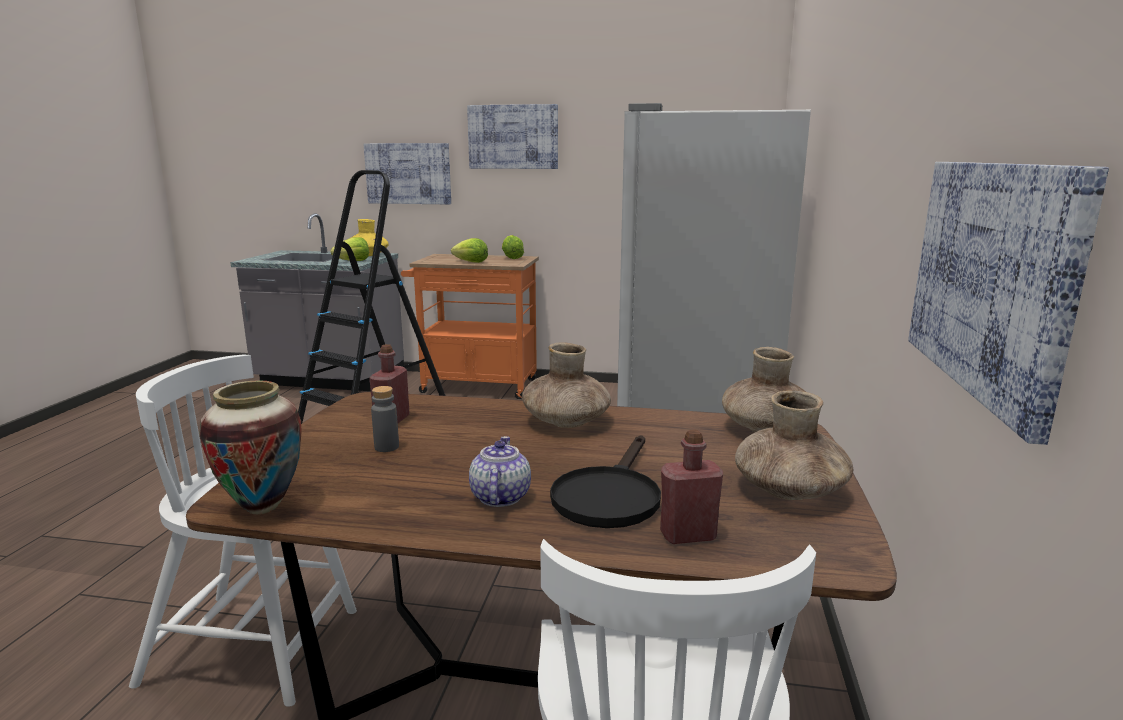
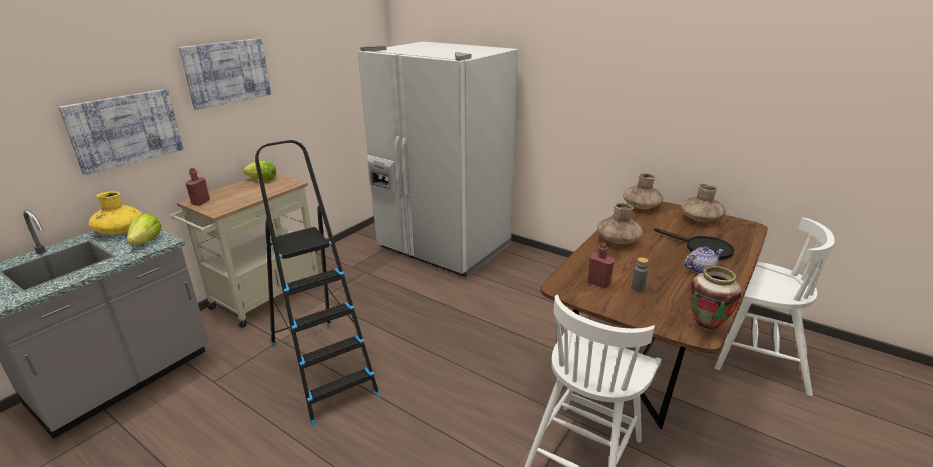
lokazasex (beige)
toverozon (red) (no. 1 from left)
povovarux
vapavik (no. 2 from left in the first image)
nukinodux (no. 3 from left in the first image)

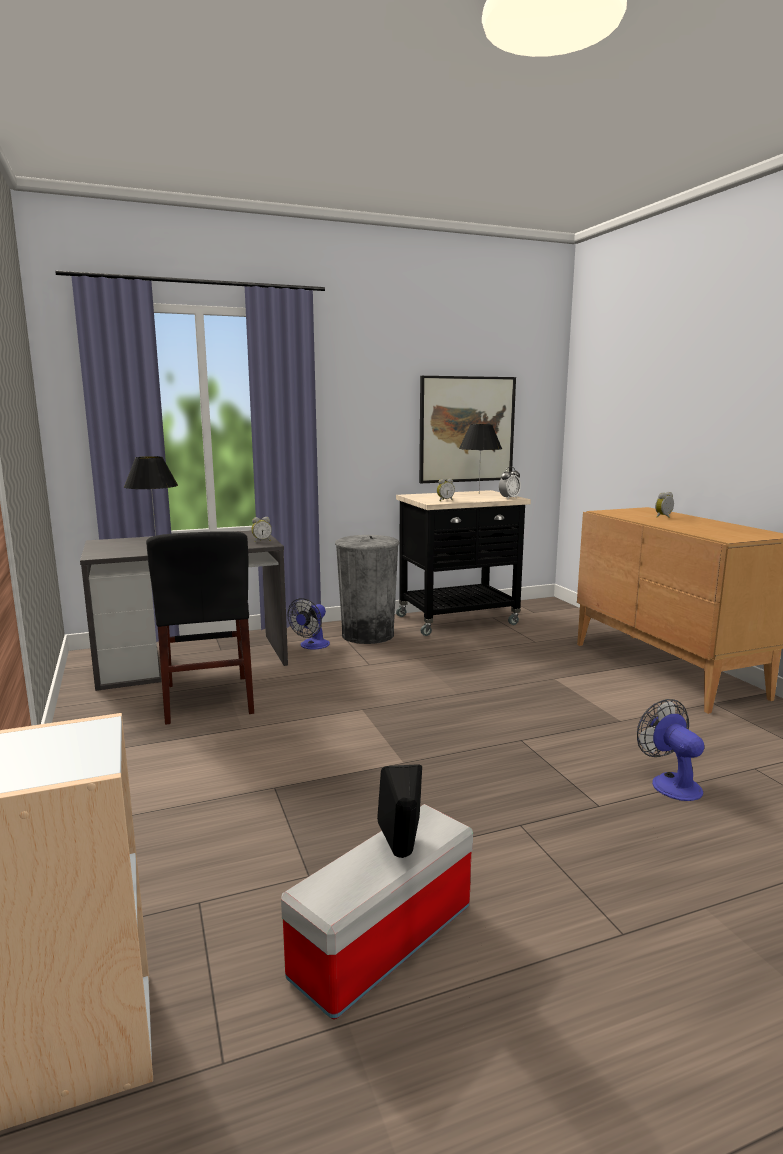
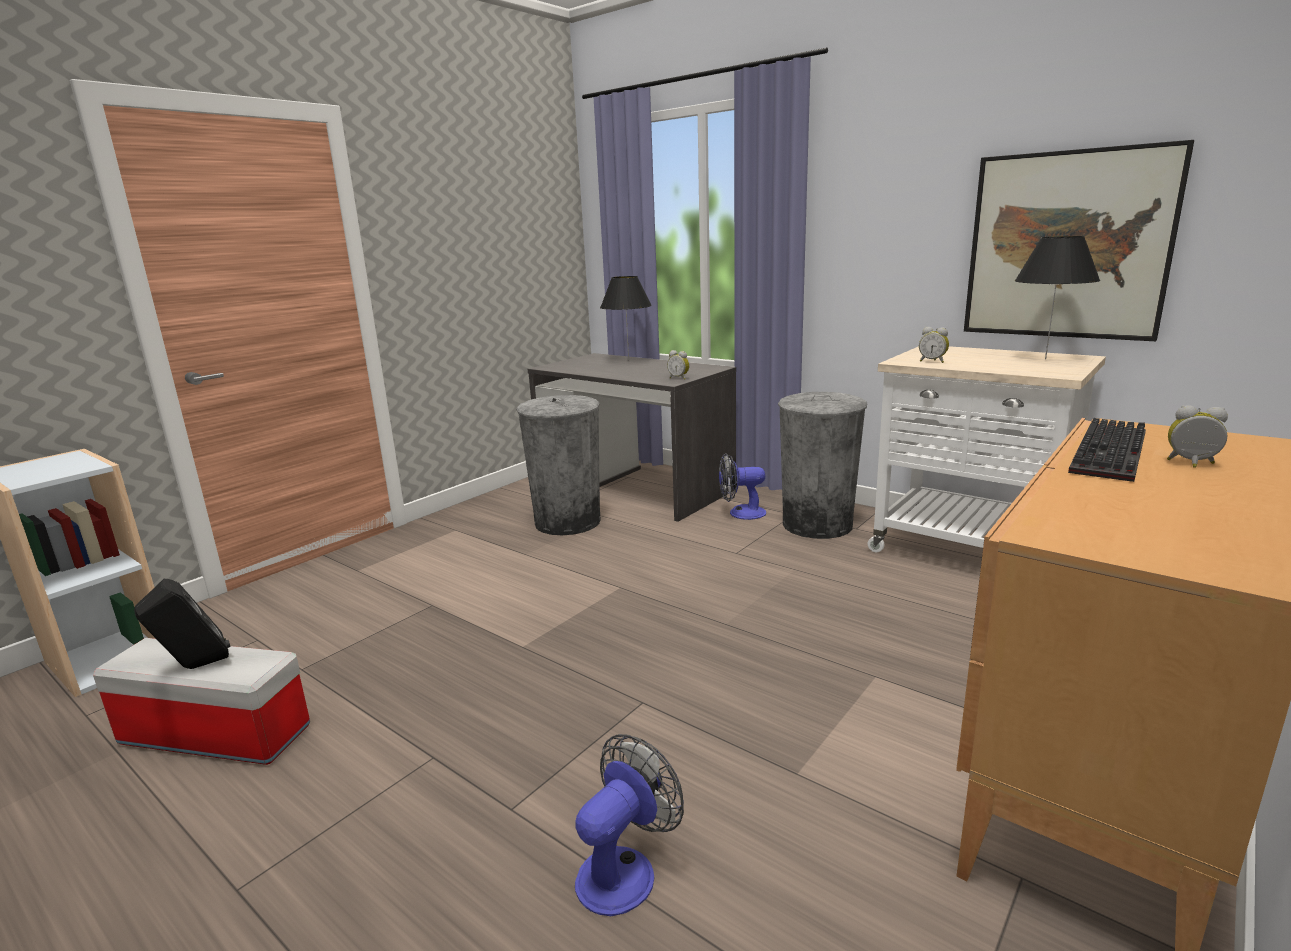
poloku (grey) (no. 1 from left)
lokazasex (white)
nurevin
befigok (no. 3 from left in the first image)

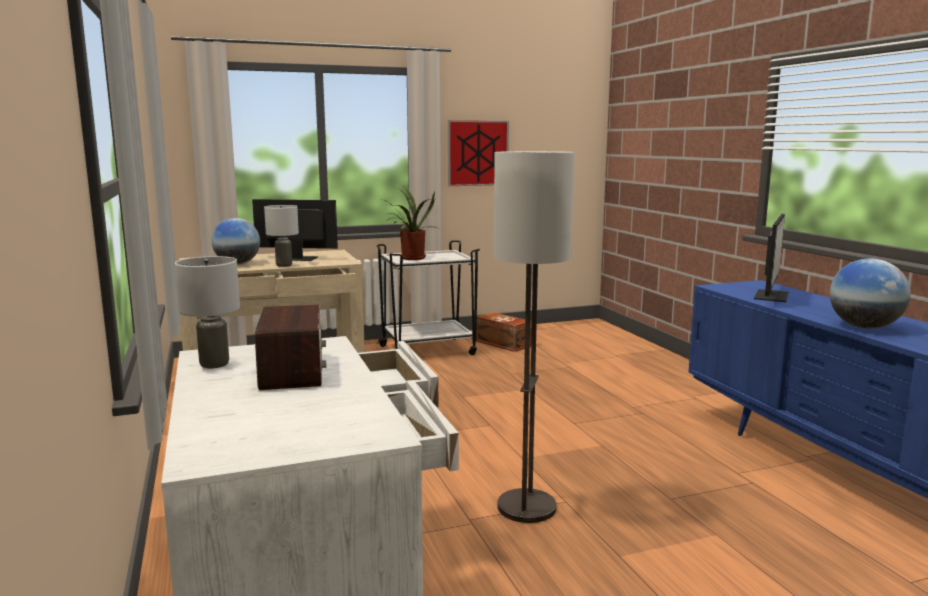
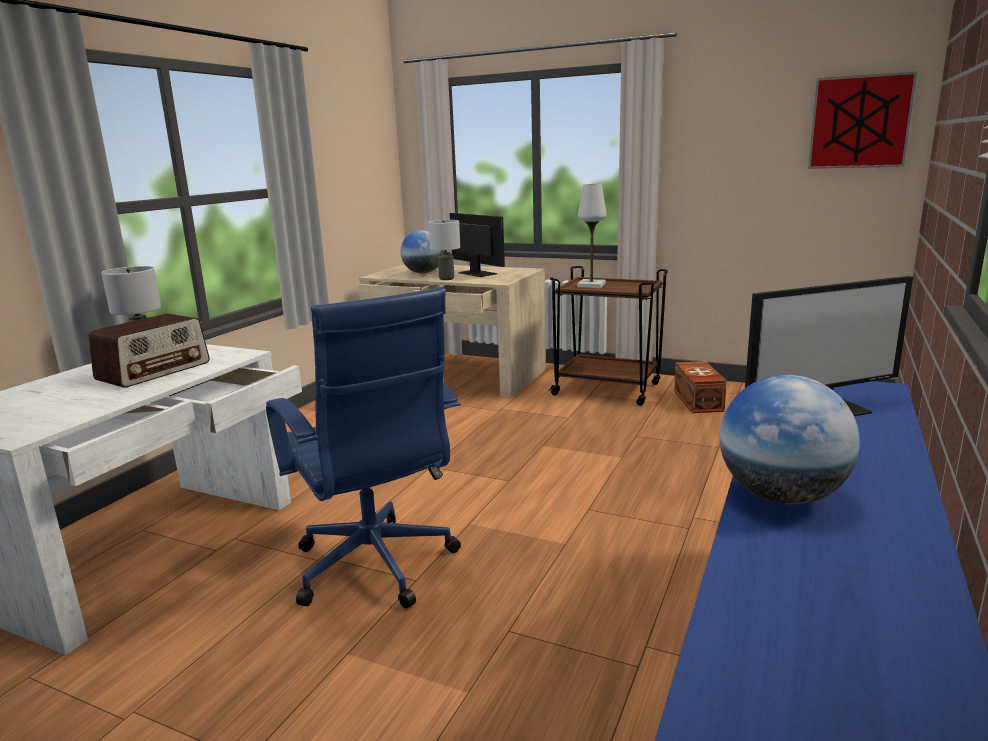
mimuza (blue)
lokazasex (brown)
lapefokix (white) (no. 3 from left)
nukinodux

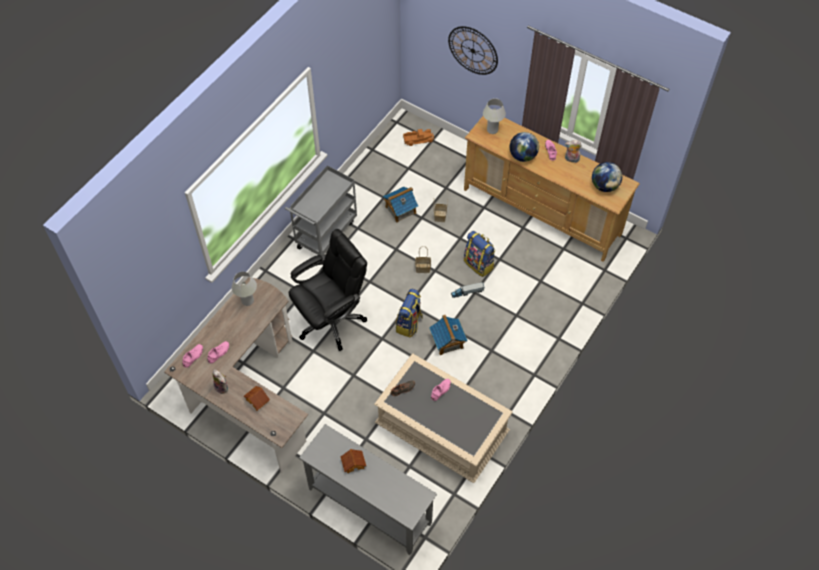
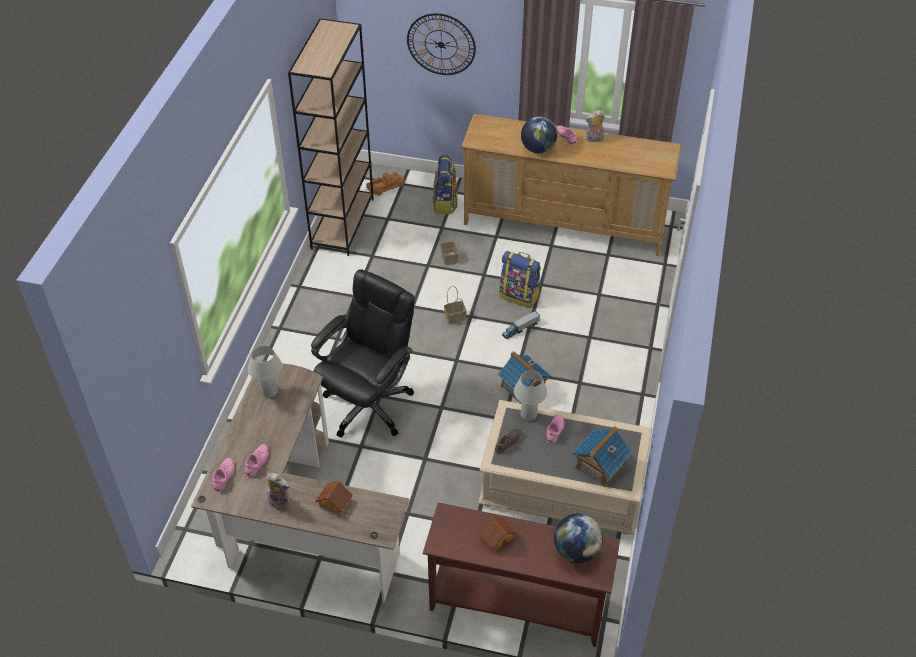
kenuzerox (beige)
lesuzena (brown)
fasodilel (no. 1 from left)
lapefokix (white) (no. 2 from left)
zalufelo (no. 2 from left)
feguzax (no. 4 from left)
lokazasex (grey)

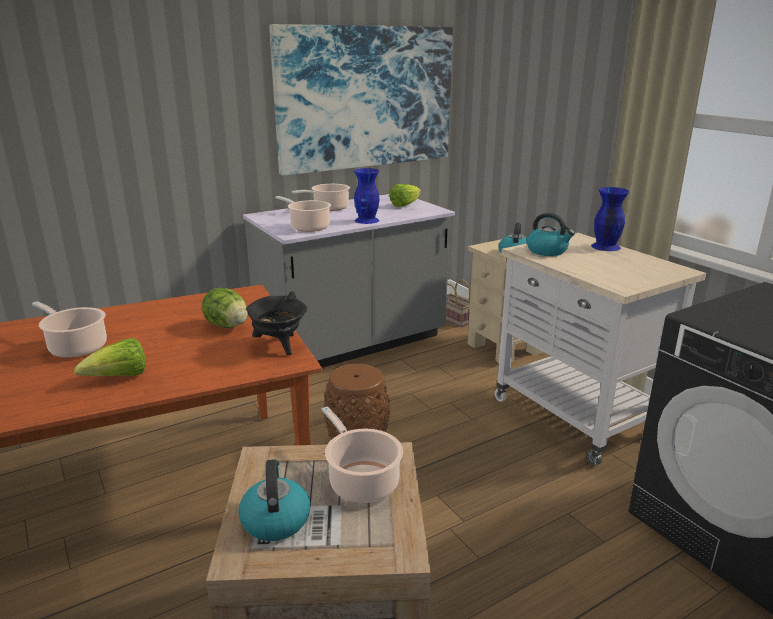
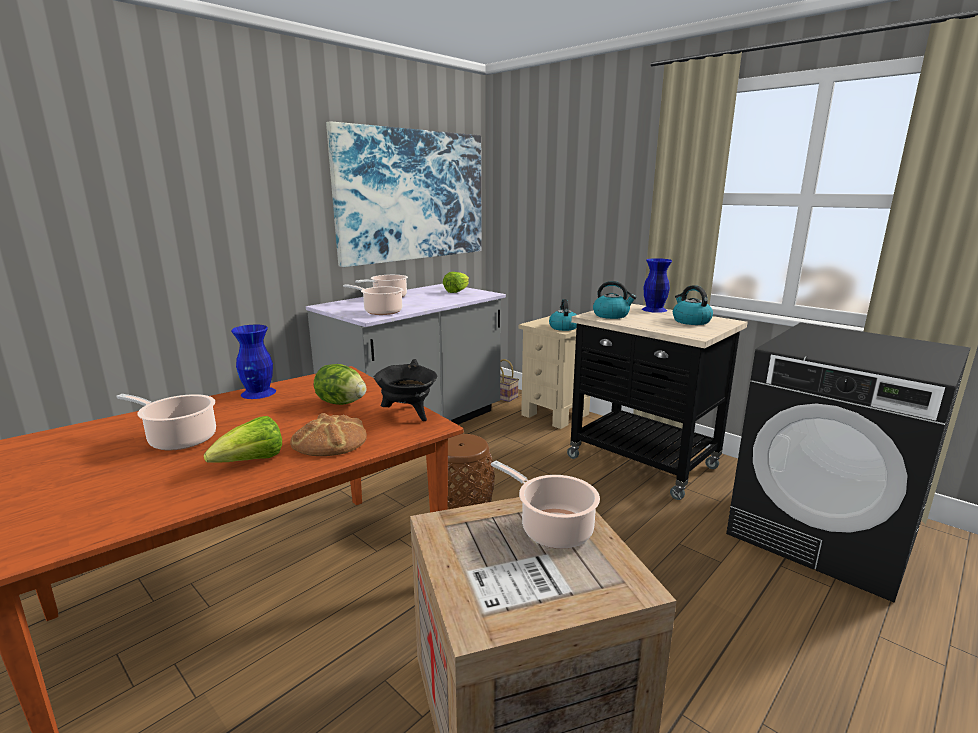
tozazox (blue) (no. 1 from left)
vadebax
lokazasex (black)
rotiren (no. 3 from left)

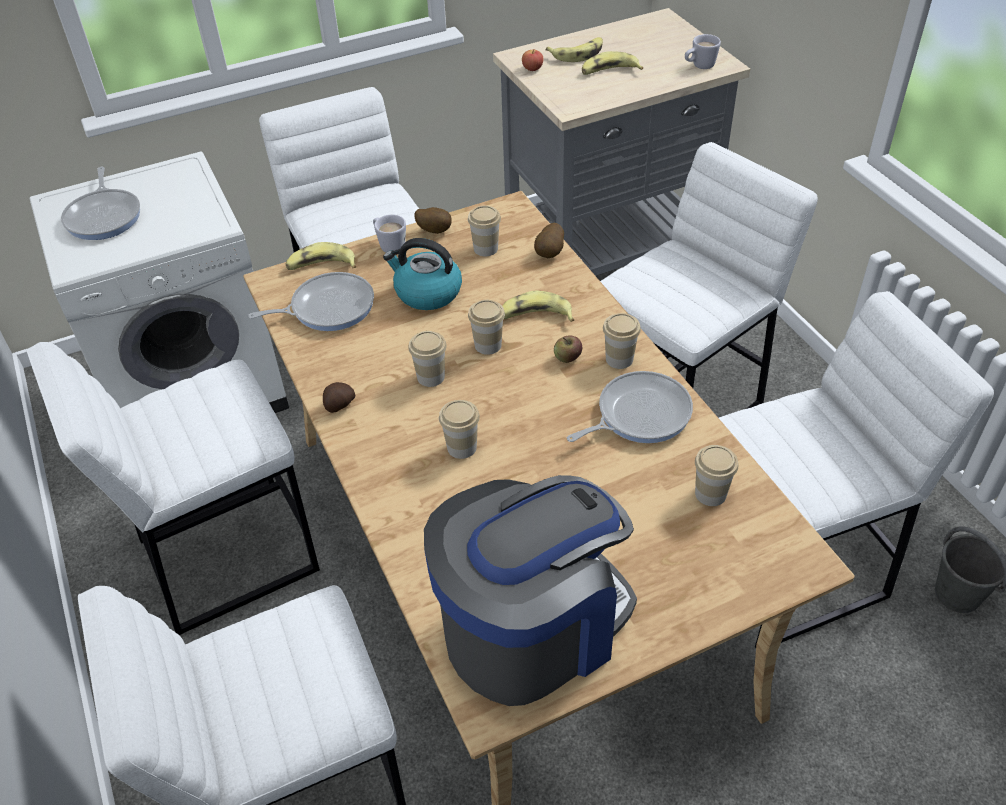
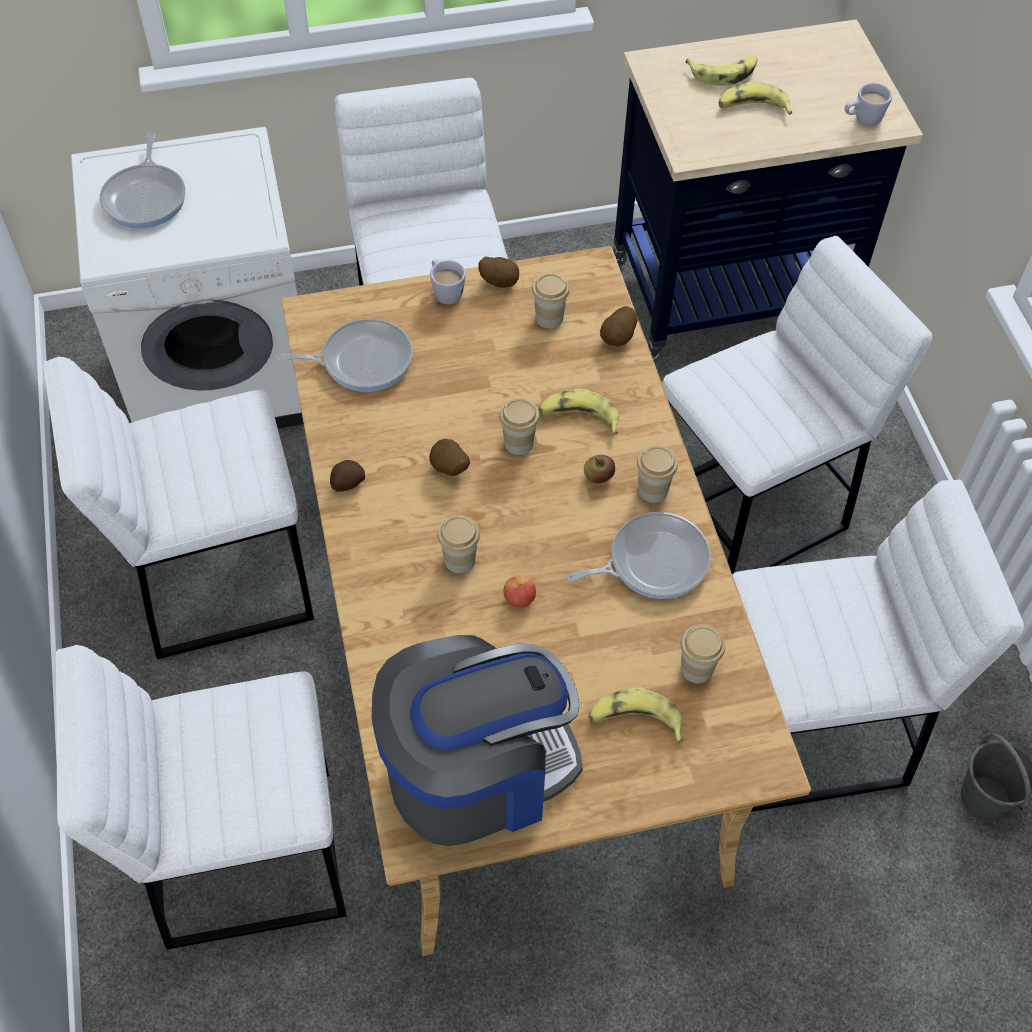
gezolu (no. 2 from left)
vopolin (no. 1 from left)
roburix (no. 2 from left)
lokazasex (blue)
rotiren

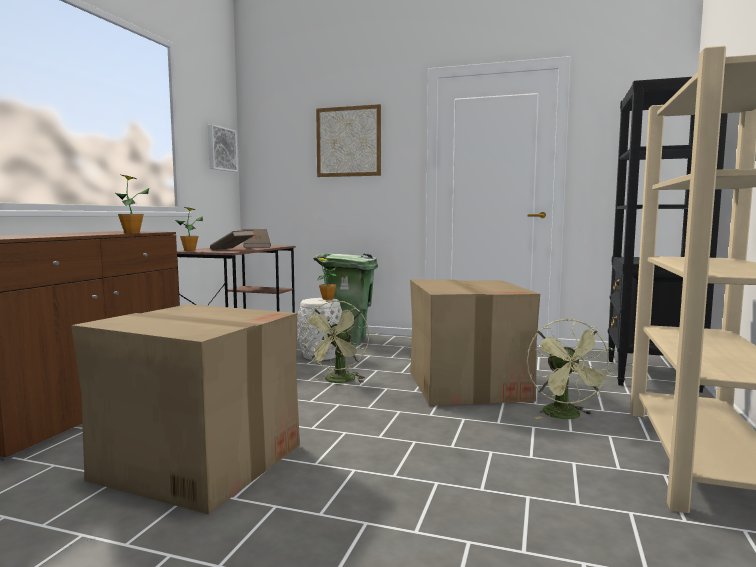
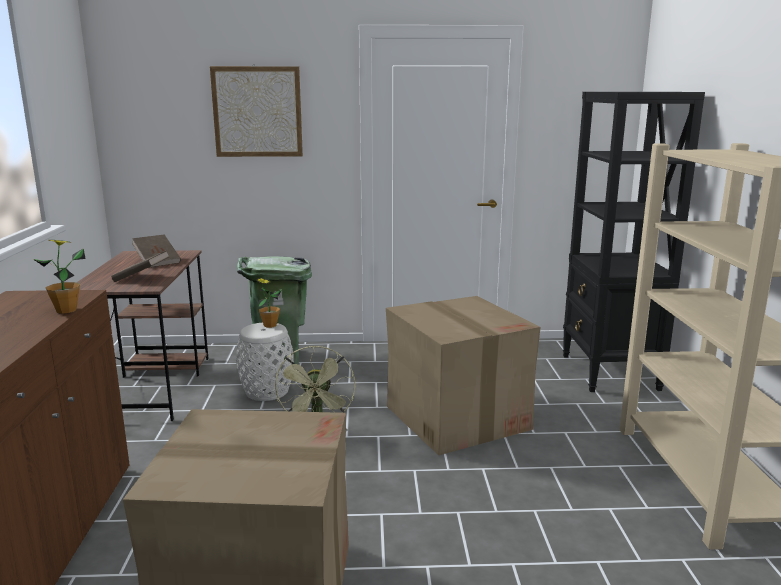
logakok (no. 2 from left in the first image)
nukinodux (no. 1 from left in the first image)
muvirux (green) (no. 2 from left in the first image)

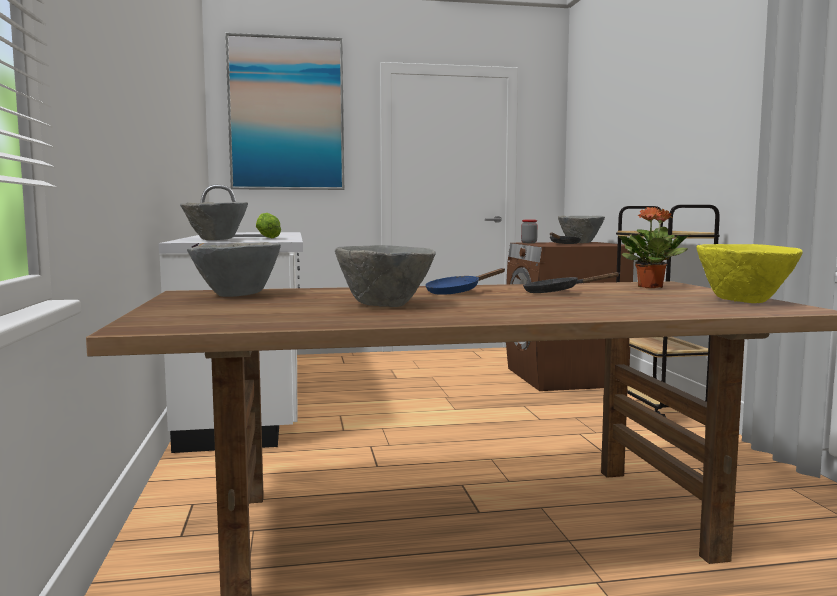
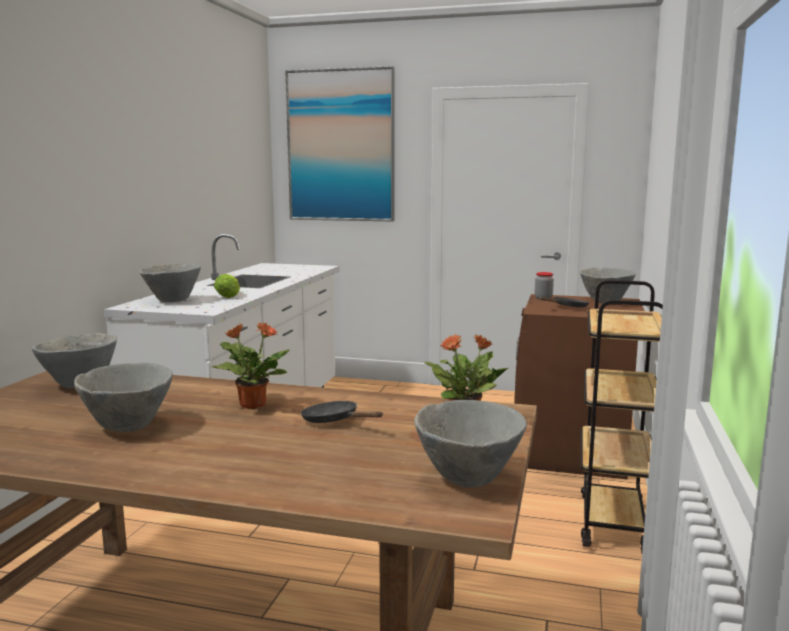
logakok (no. 1 from left)
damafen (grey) (no. 4 from left)

